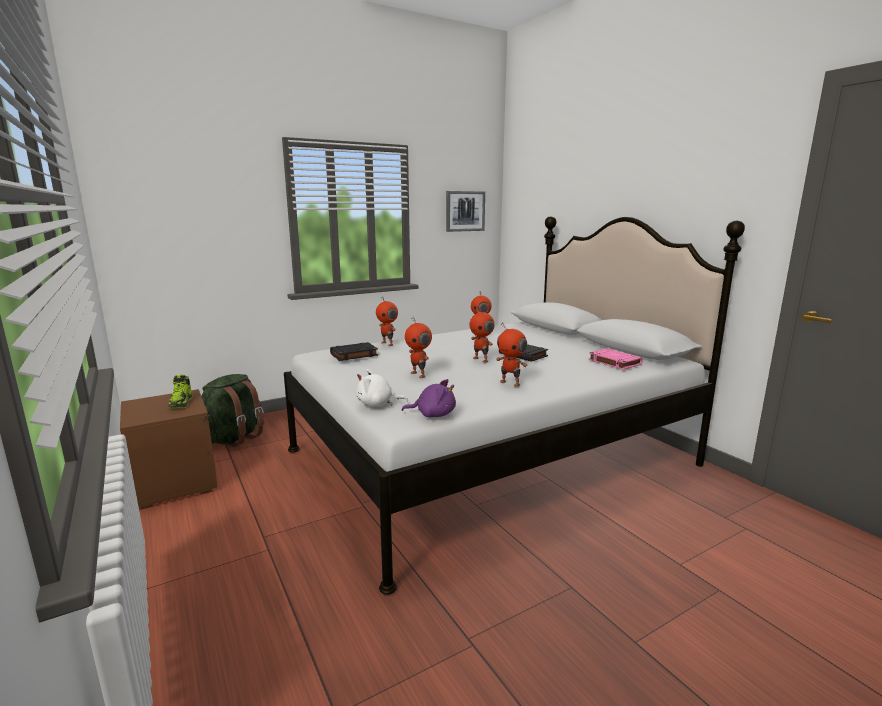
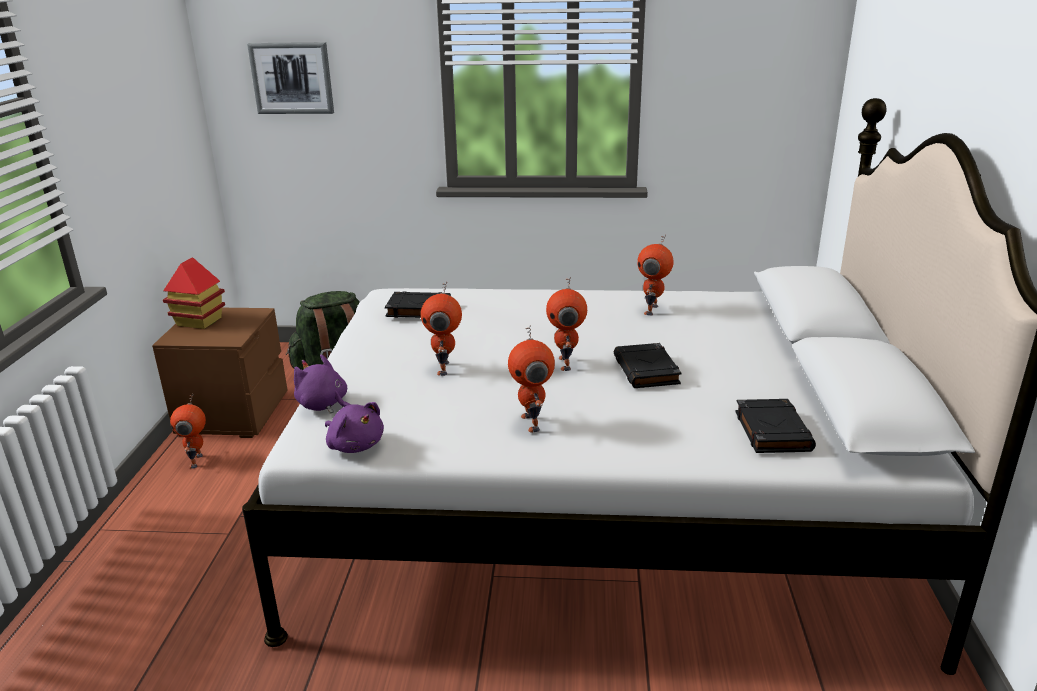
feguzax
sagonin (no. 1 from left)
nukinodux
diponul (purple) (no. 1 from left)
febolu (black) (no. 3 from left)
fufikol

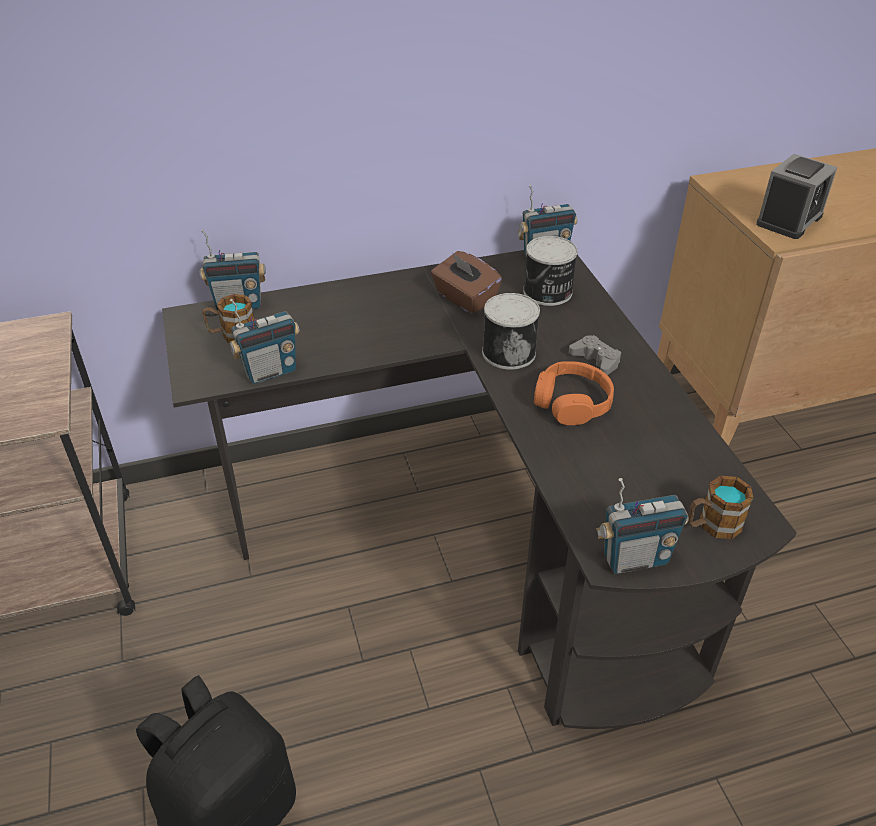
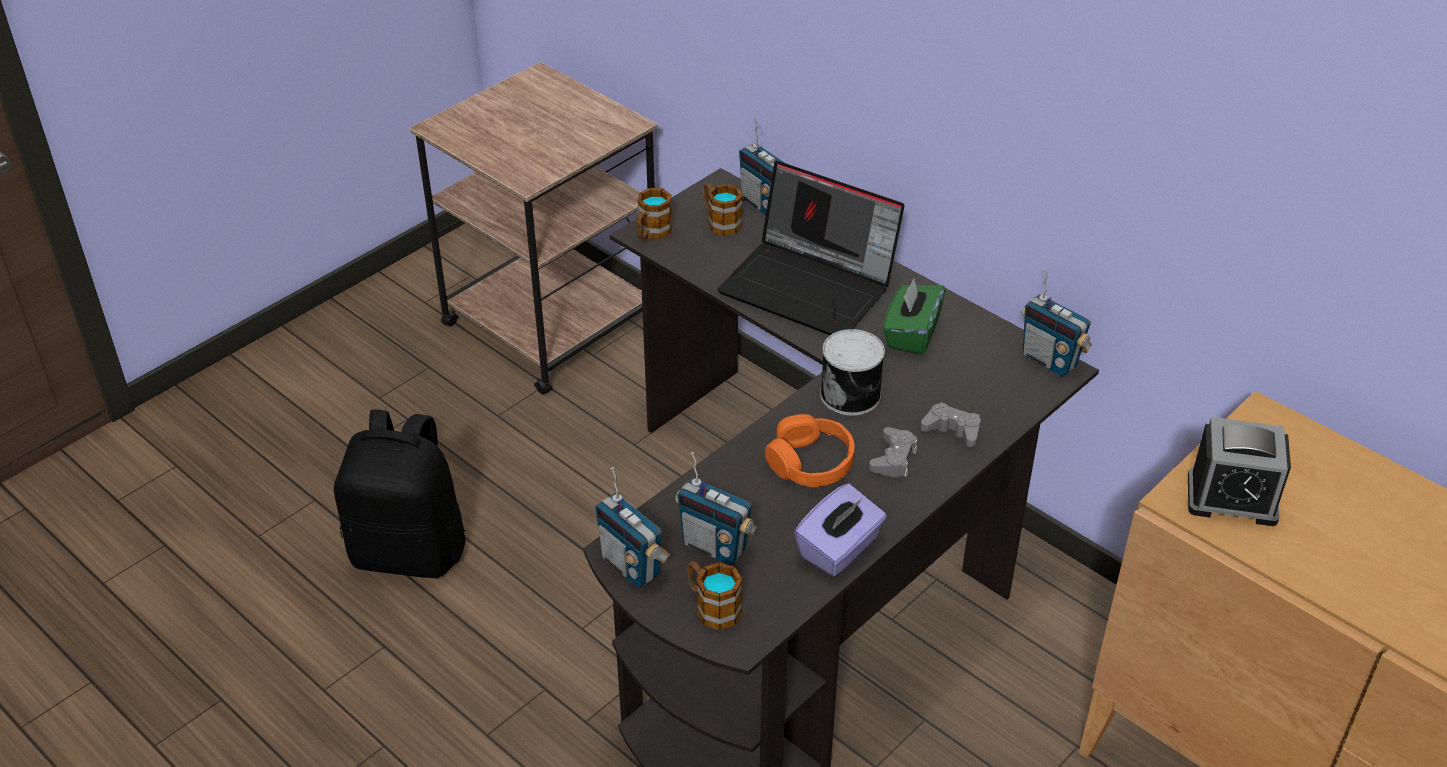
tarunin (no. 1 from left)
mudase (no. 2 from left)
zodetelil
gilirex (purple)
gilirex (green)
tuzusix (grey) (no. 2 from left)
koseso (no. 2 from left in the first image)

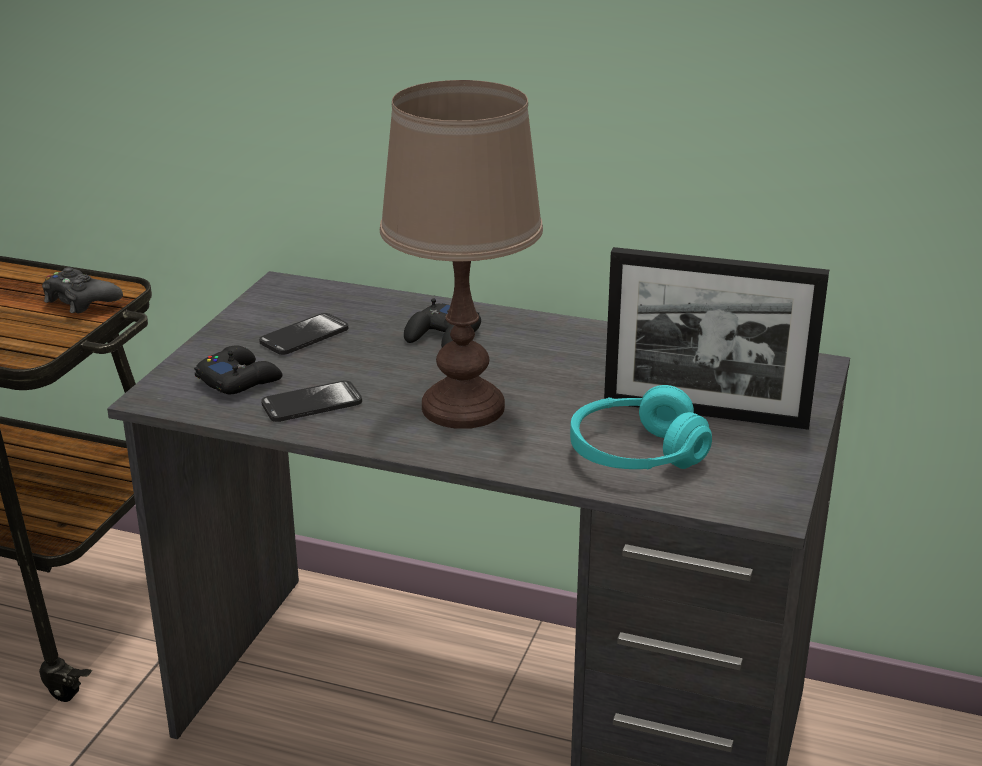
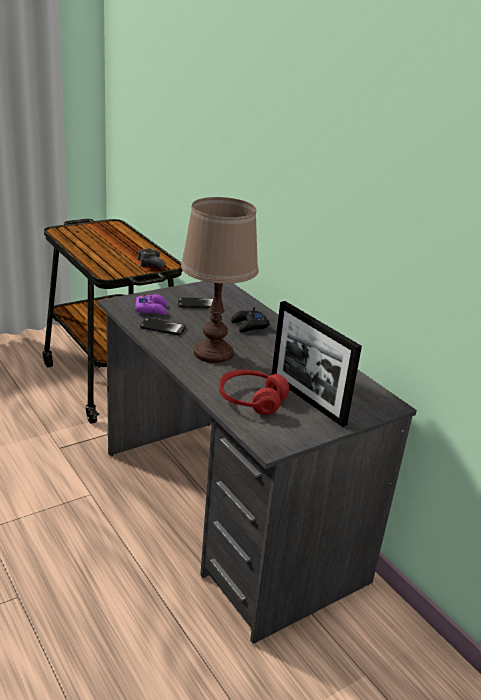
tuzusix (purple)
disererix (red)

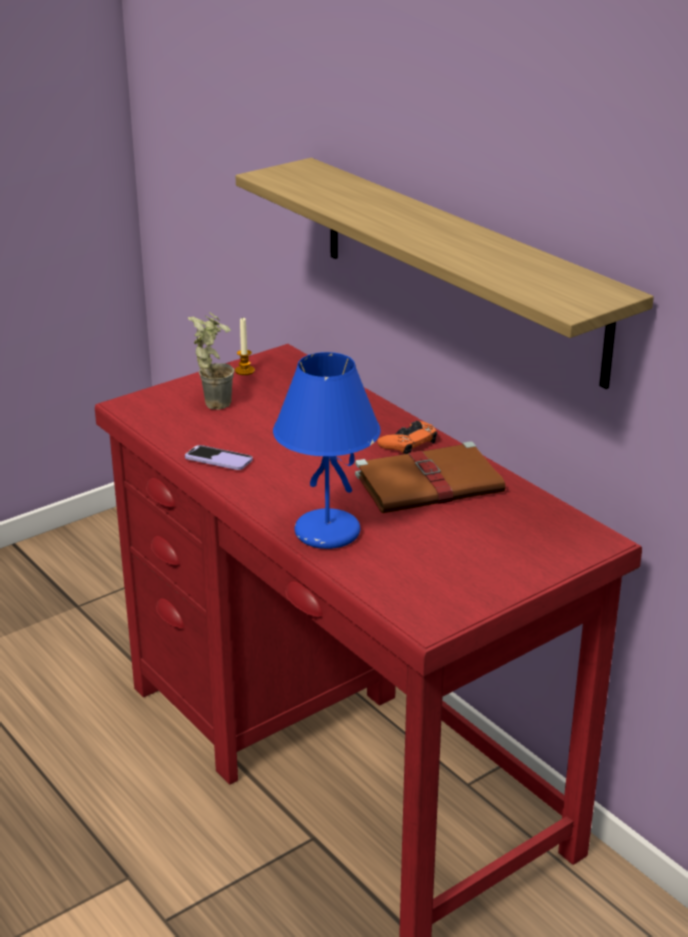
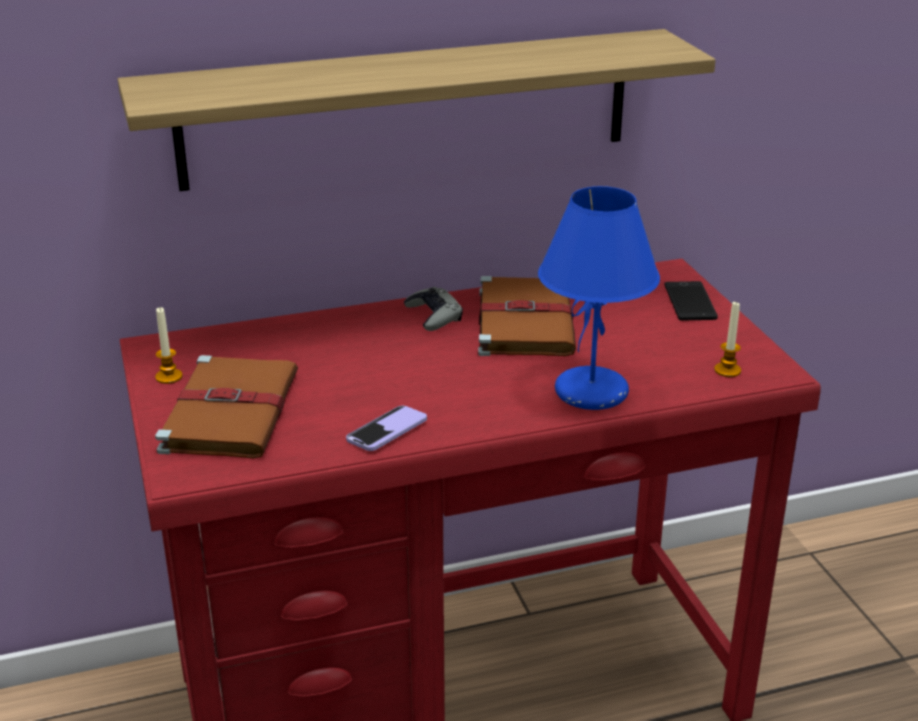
febolu (brown) (no. 1 from left)
tuzusix (grey)
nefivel (no. 2 from left)
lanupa (no. 2 from left)

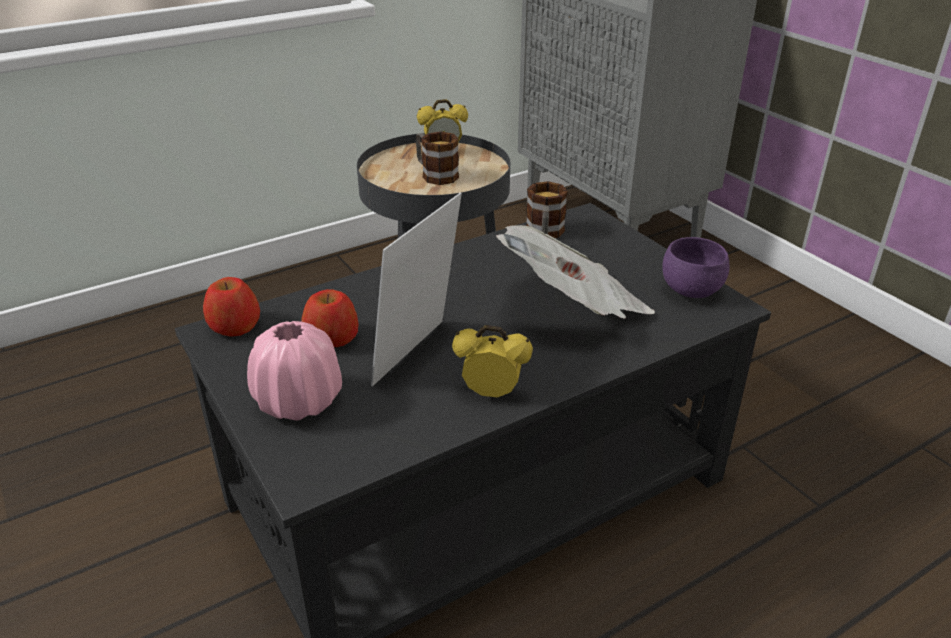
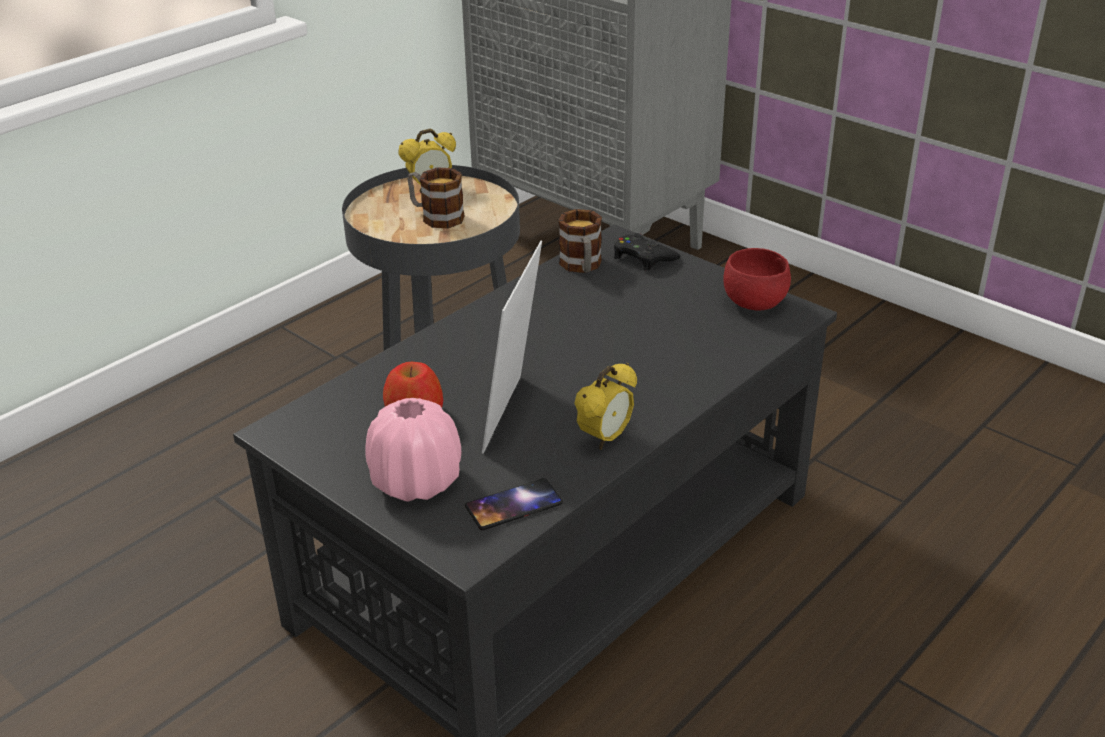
nefivel
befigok (no. 2 from left)
tuzusix (black)
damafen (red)
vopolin (no. 1 from left in the first image)
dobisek

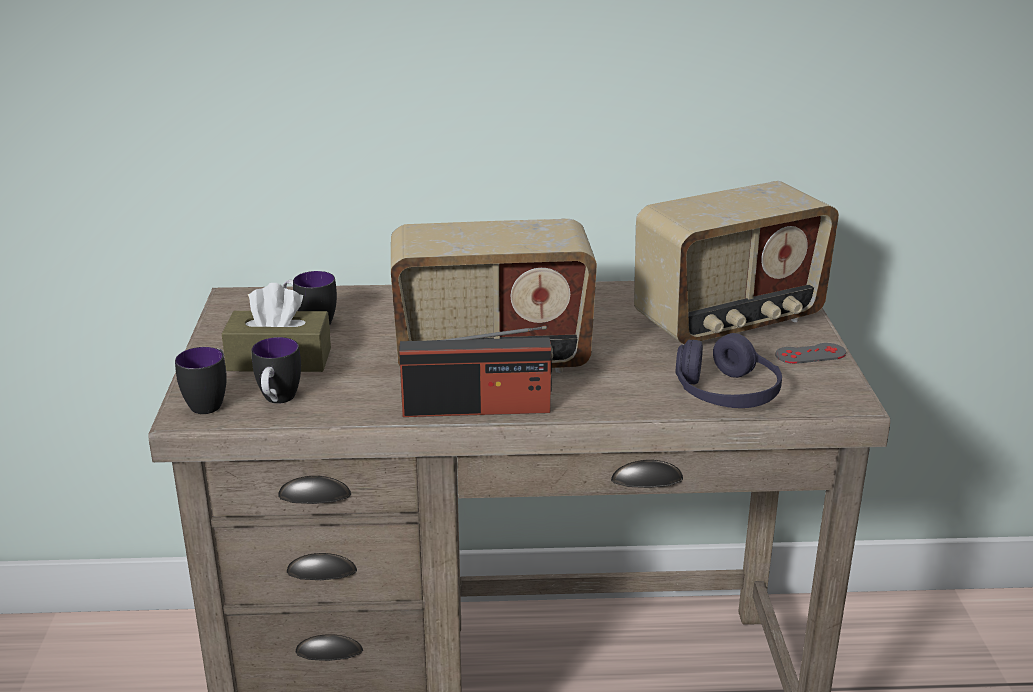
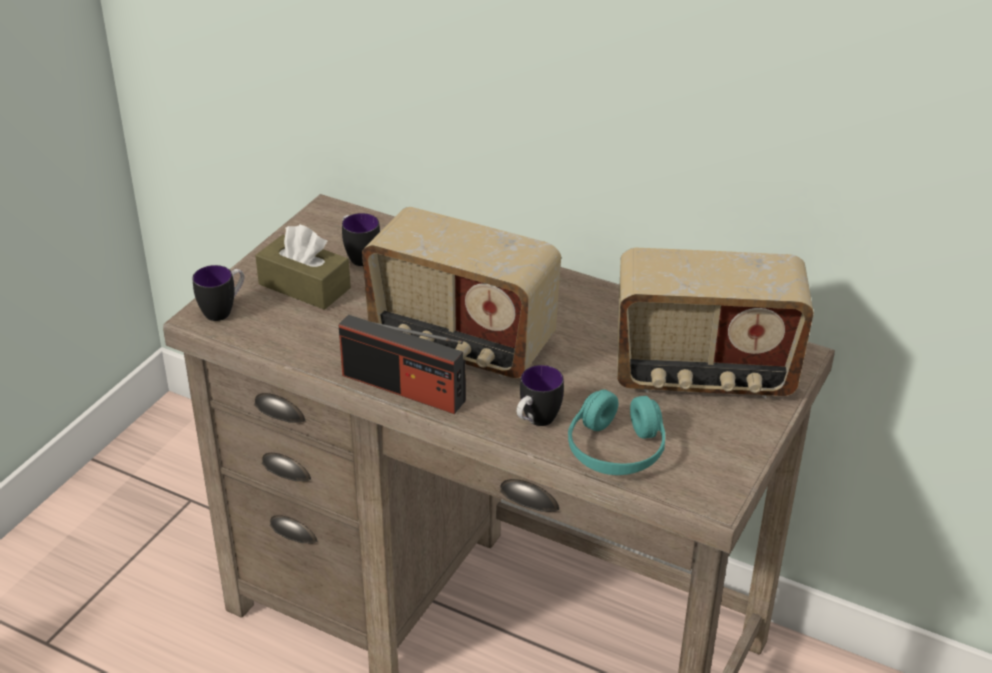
tarunin (no. 3 from left)
disererix (turquoise)
tuzusix (grey)

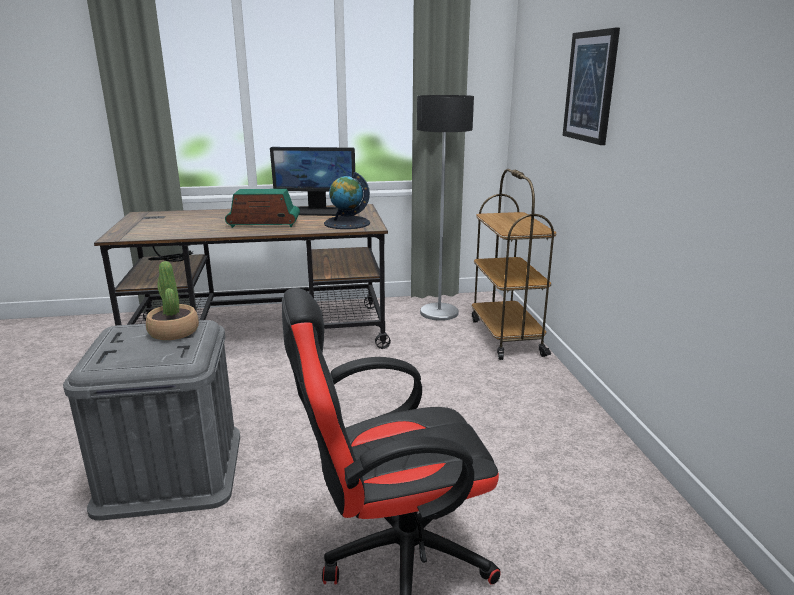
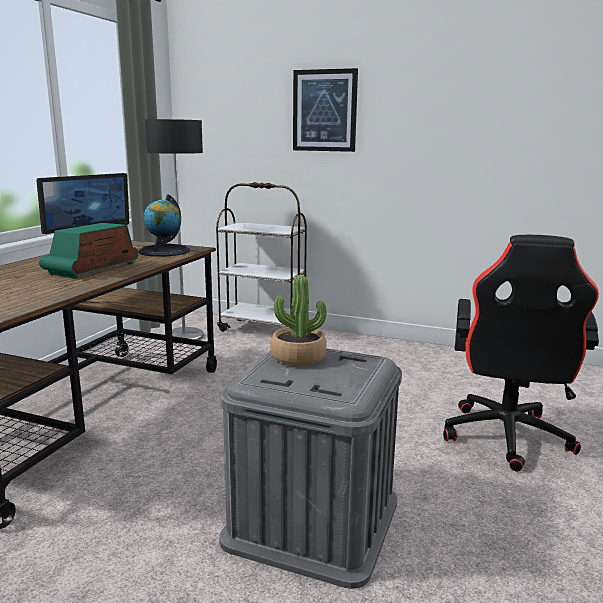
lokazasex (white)

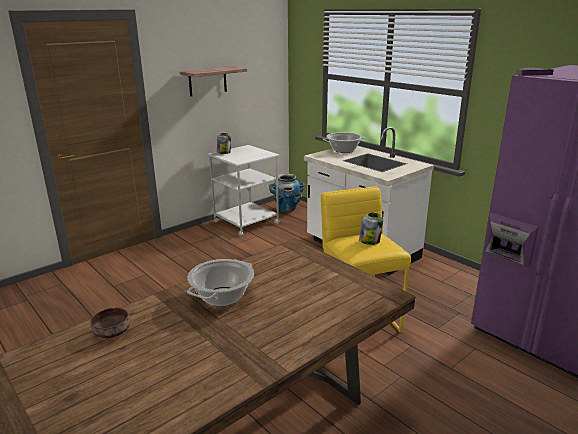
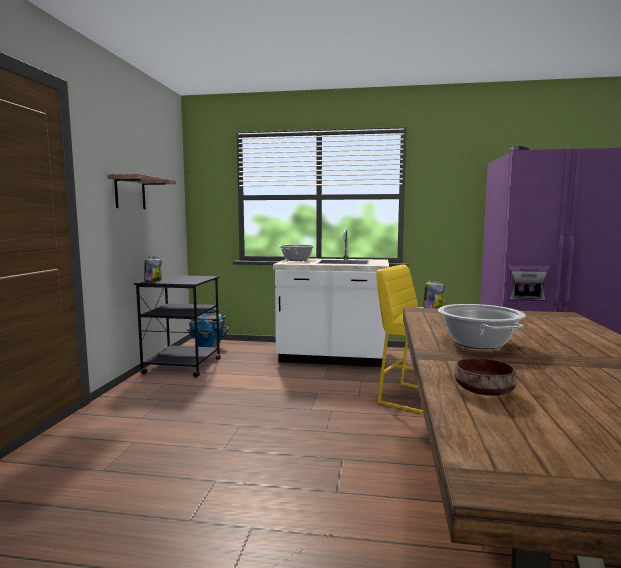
lokazasex (black)

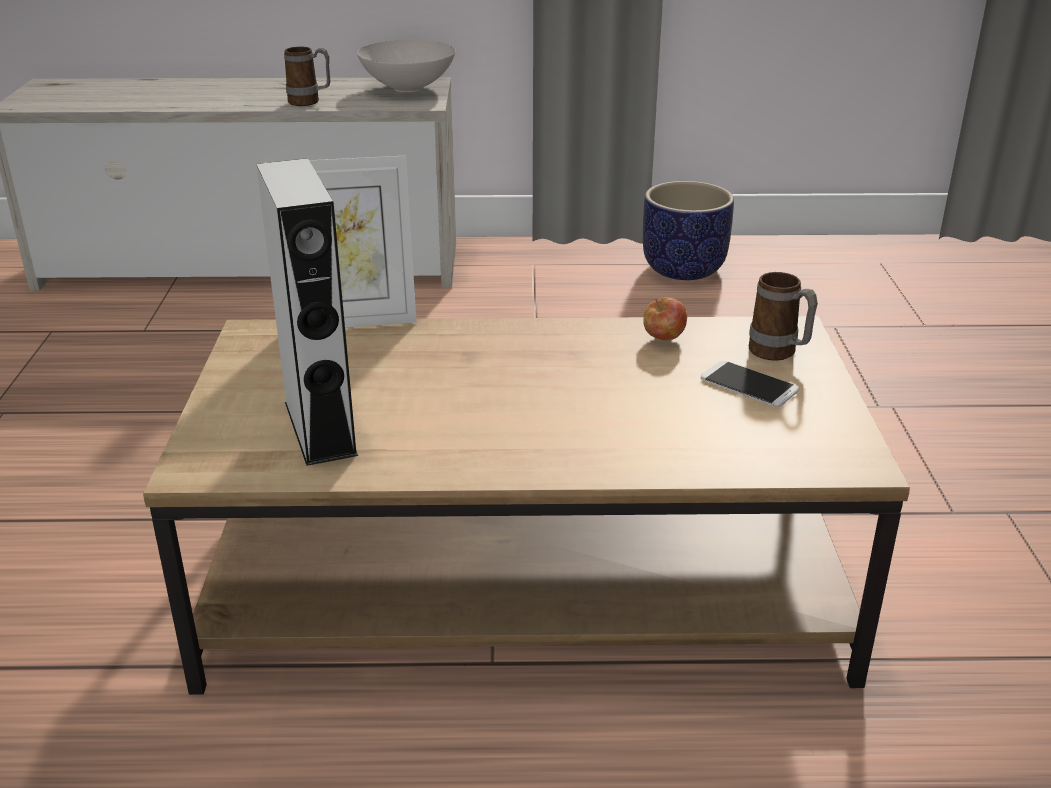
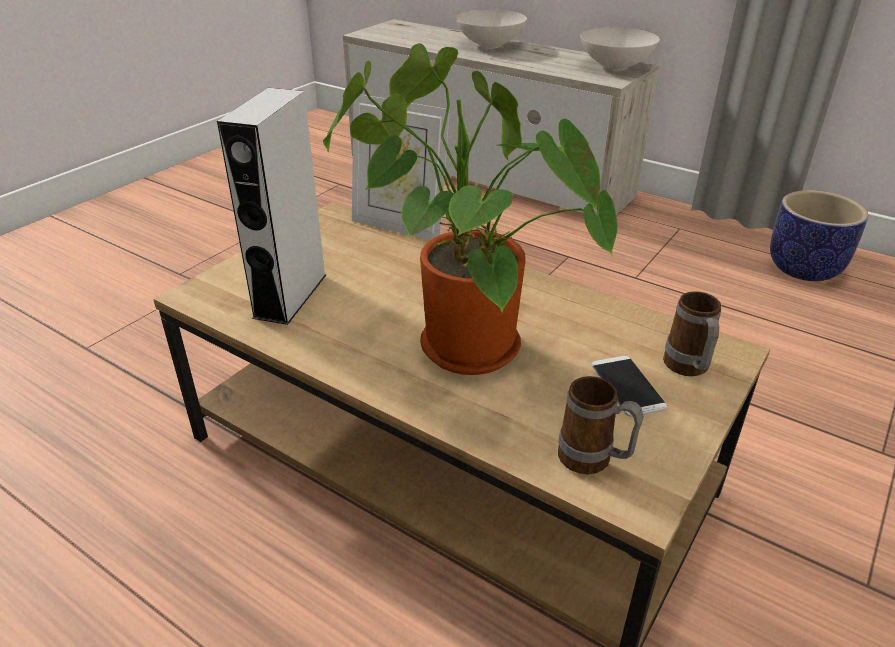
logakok
damafen (white) (no. 1 from left)
tarunin (no. 1 from left)
vopolin

